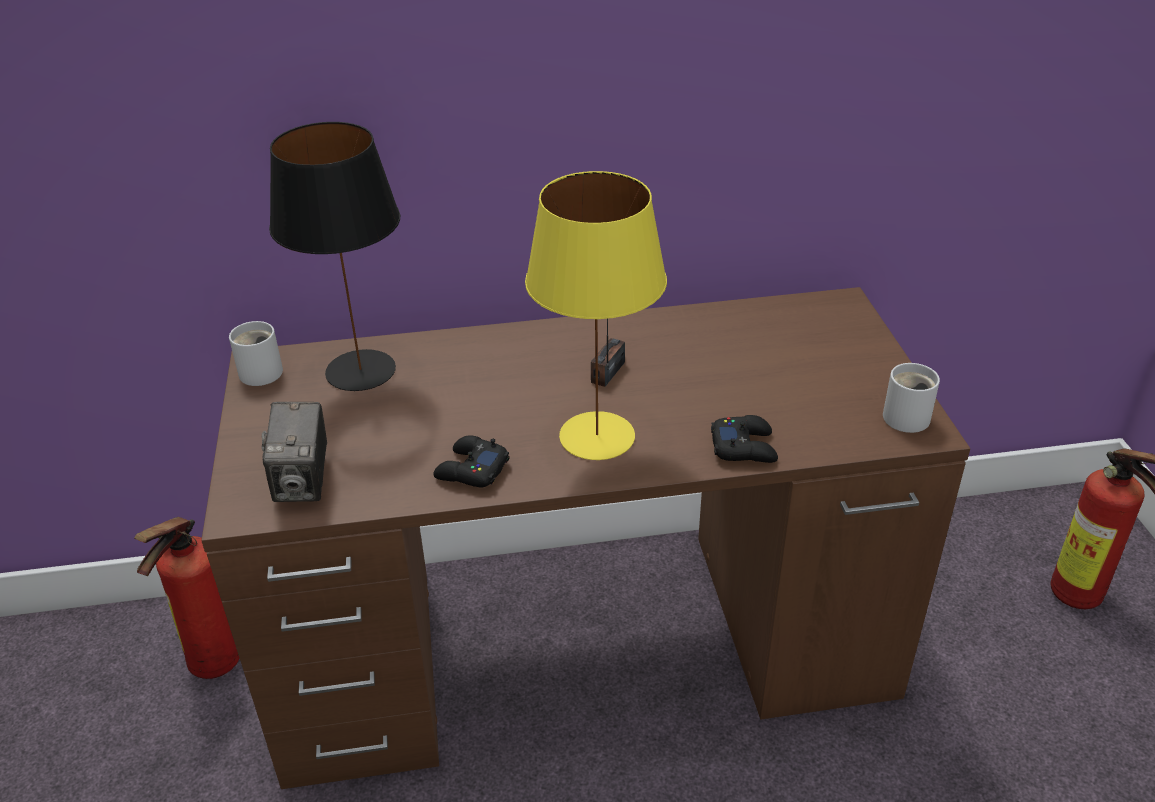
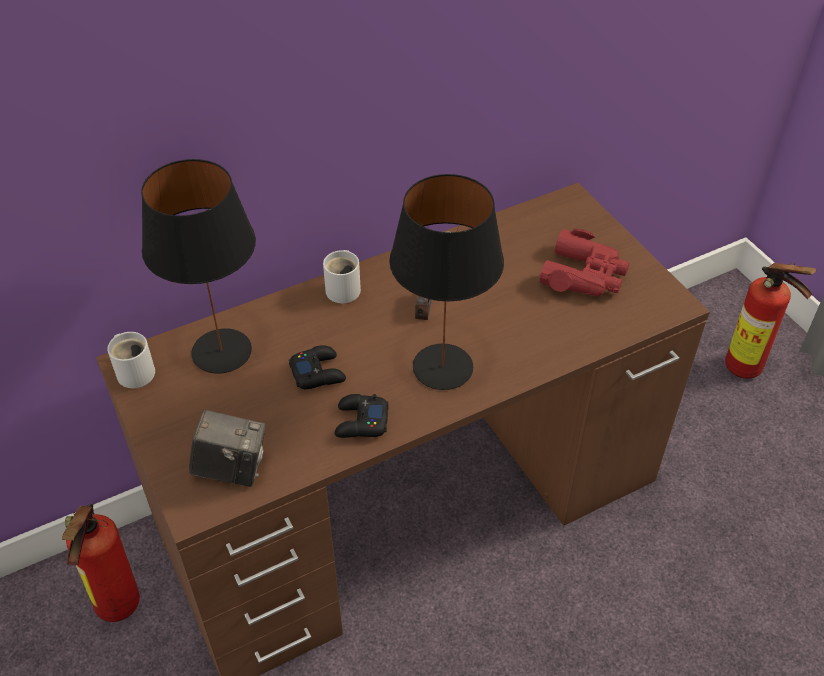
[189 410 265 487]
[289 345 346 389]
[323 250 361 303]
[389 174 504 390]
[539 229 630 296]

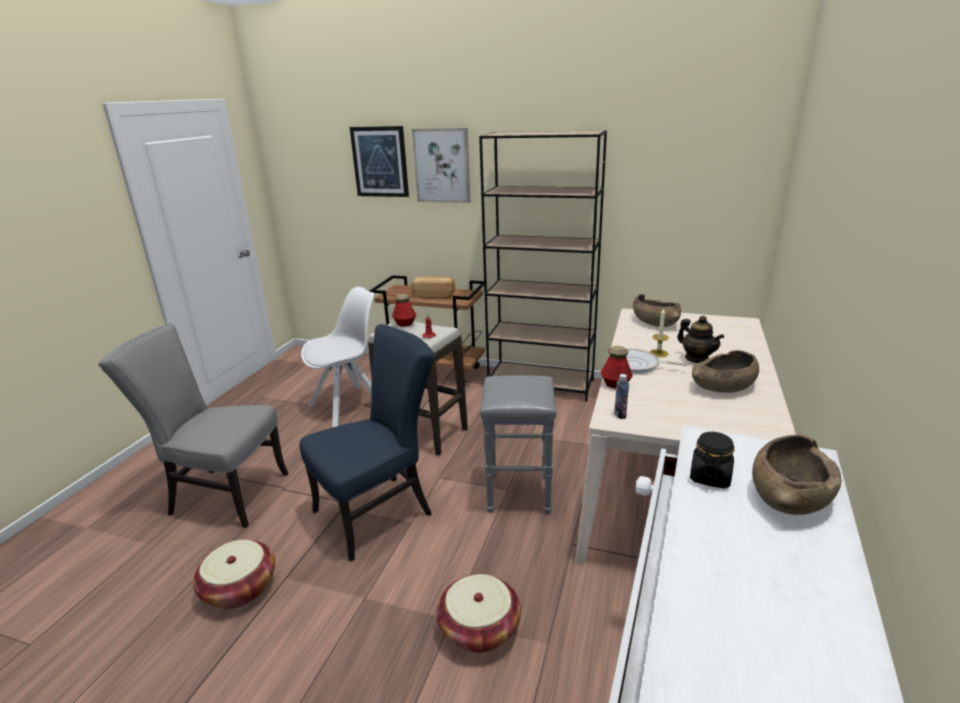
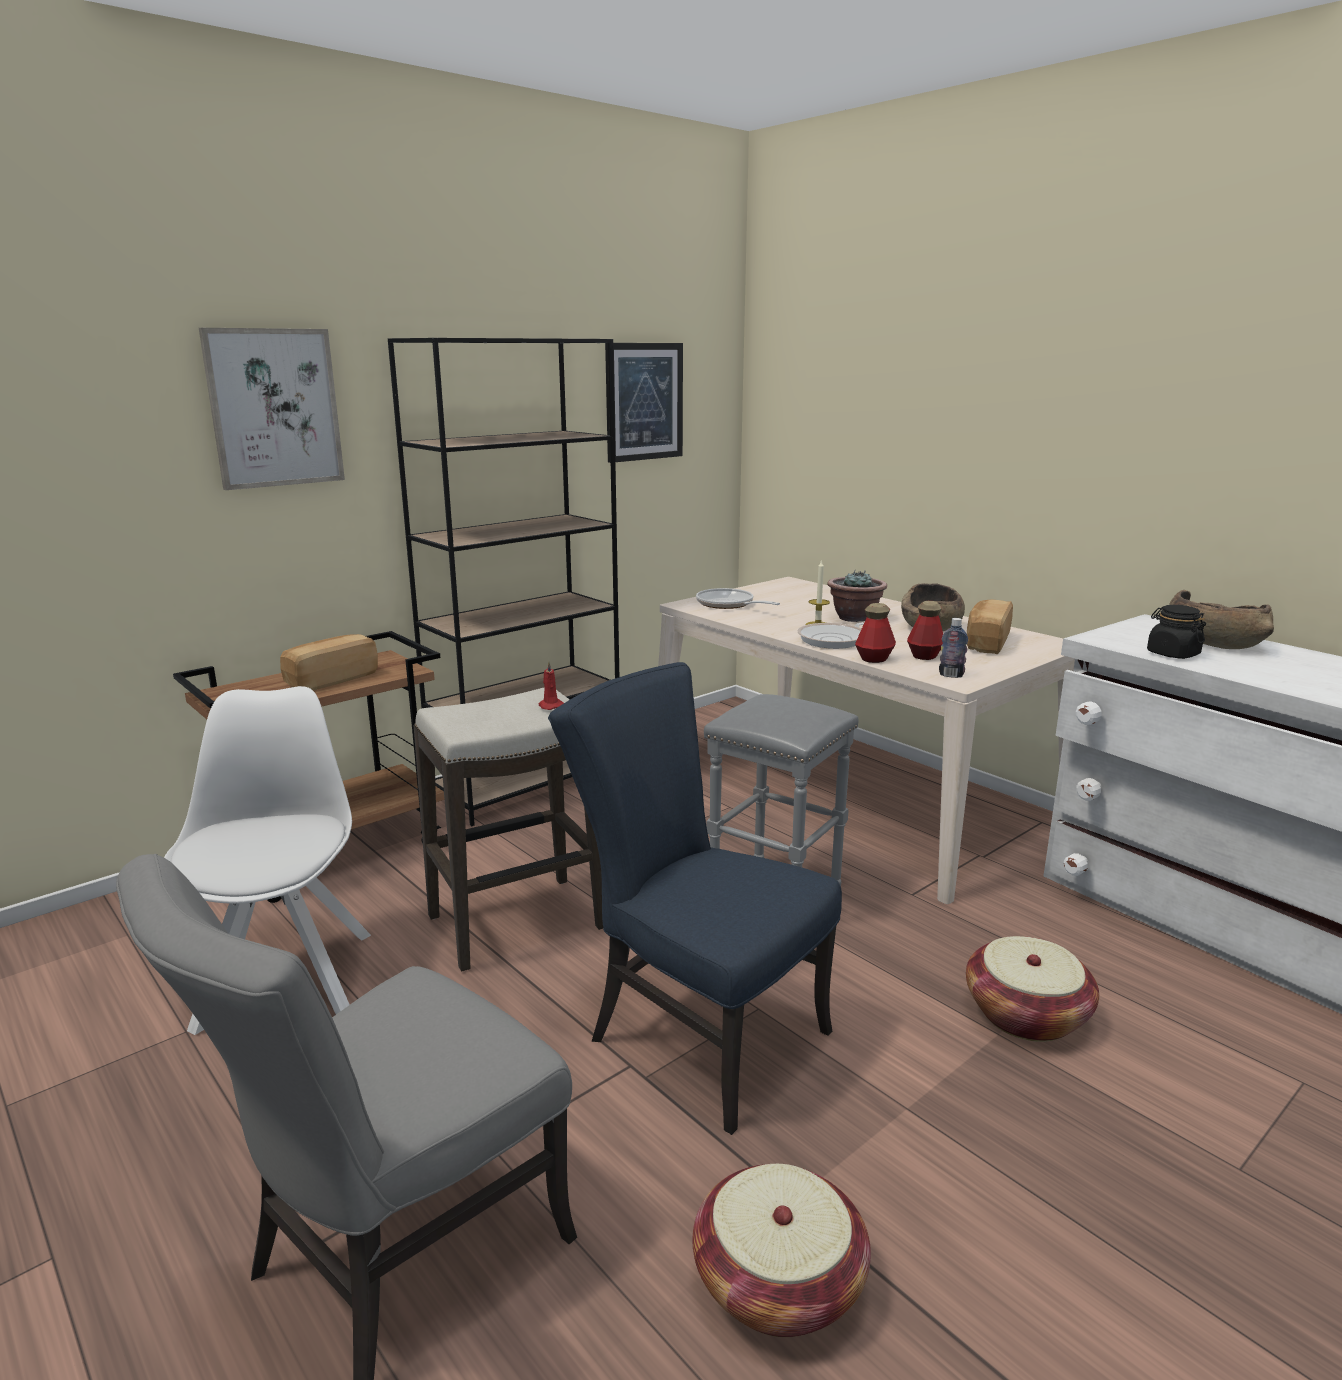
[548 662 842 1135]
[605 343 683 463]
[696 588 780 609]
[827 570 887 622]
[907 601 943 660]
[967 600 1013 654]

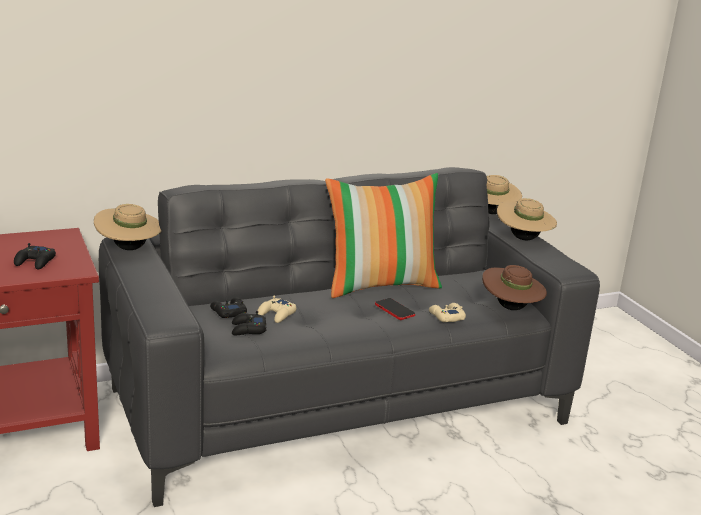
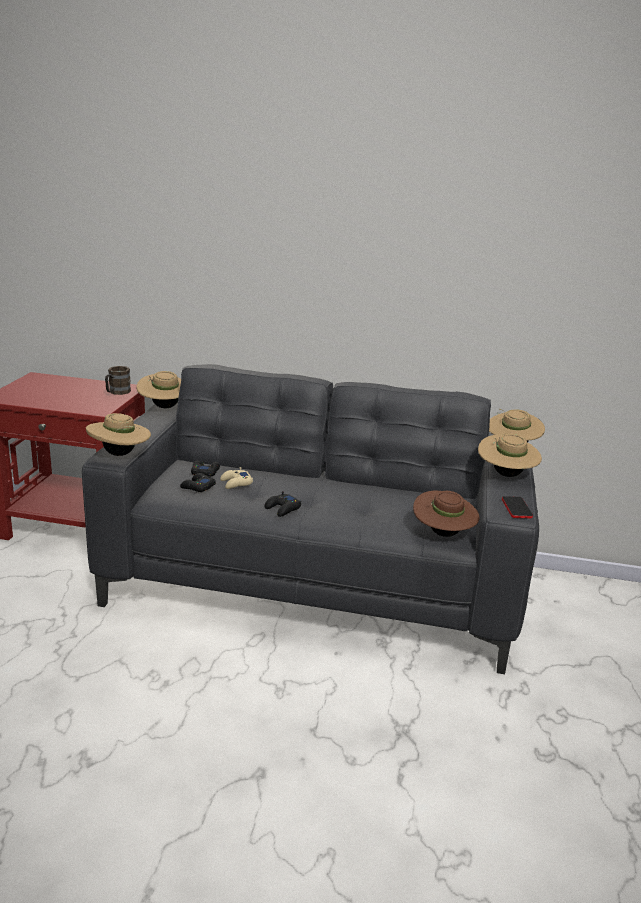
[86 413 151 456]
[105 366 131 395]
[264 491 301 517]
[502 496 533 518]
[325 173 442 298] (first image)
[429 303 466 322] (first image)

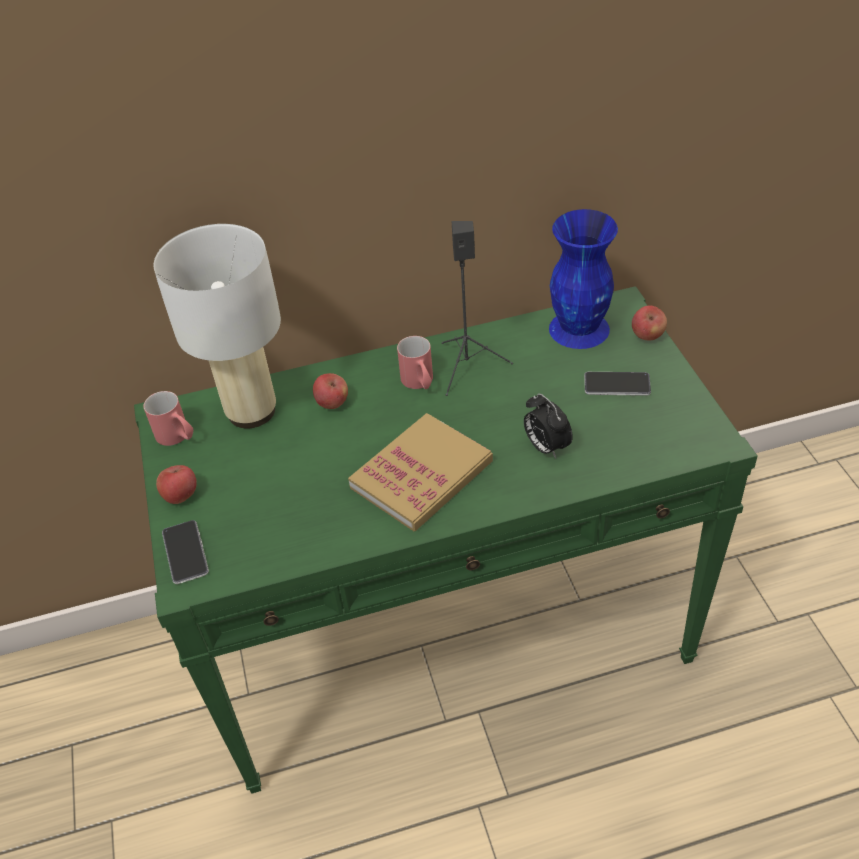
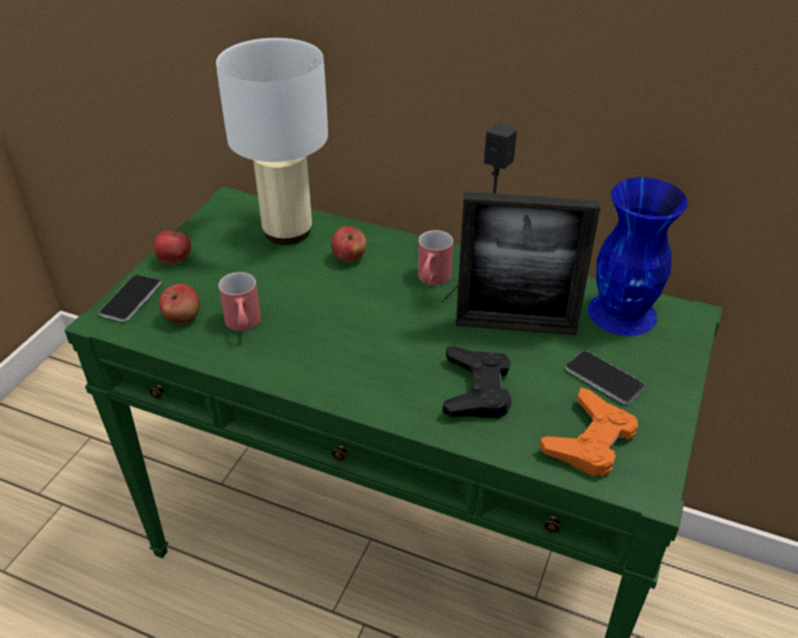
[159 284 200 323]
[218 272 261 332]
[442 347 512 418]
[456 192 600 335]
[539 387 638 476]
[348 413 493 531] (first image)

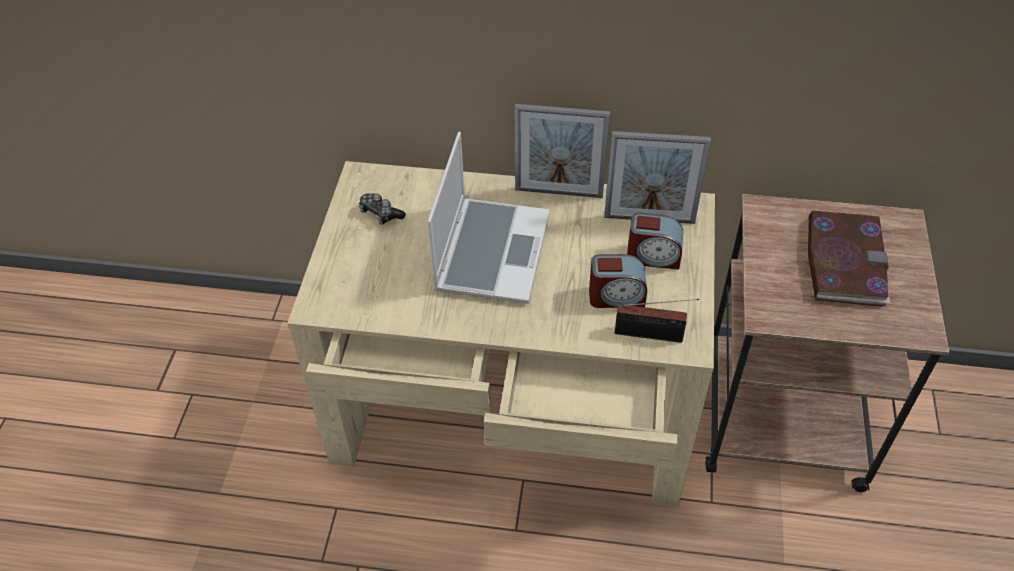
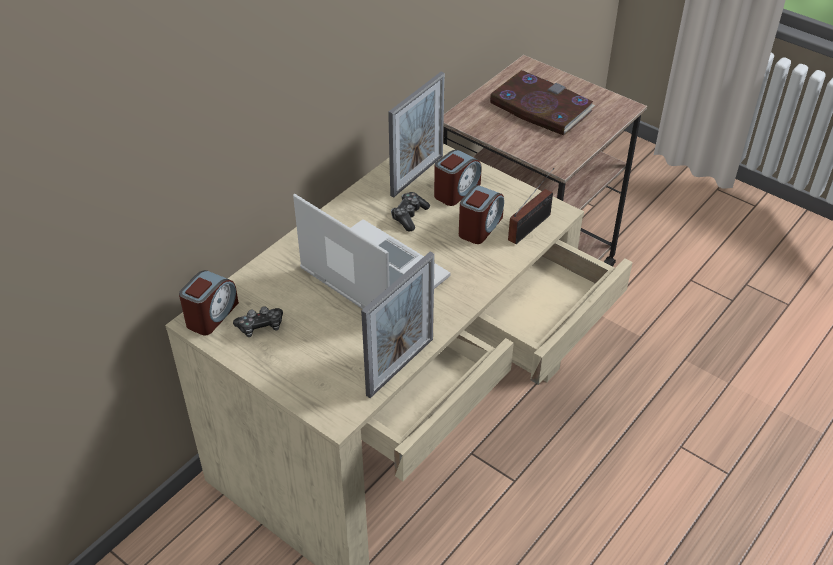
[179 270 239 335]
[361 252 435 398]
[391 192 430 232]

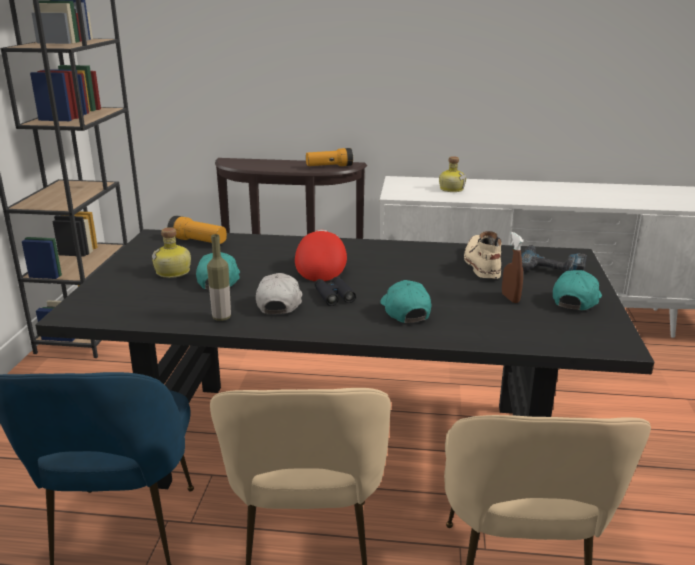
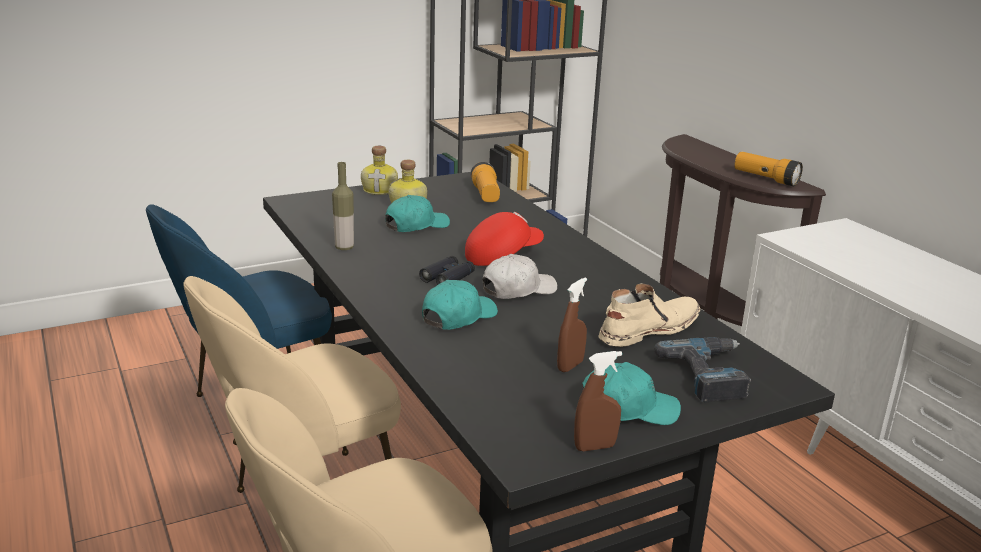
[361 146 398 195]
[483 254 557 299]
[574 351 622 451]

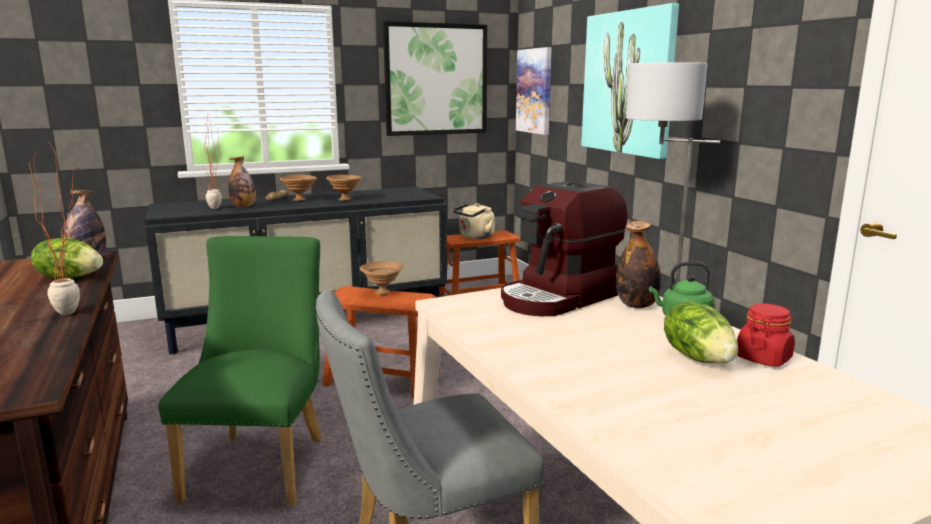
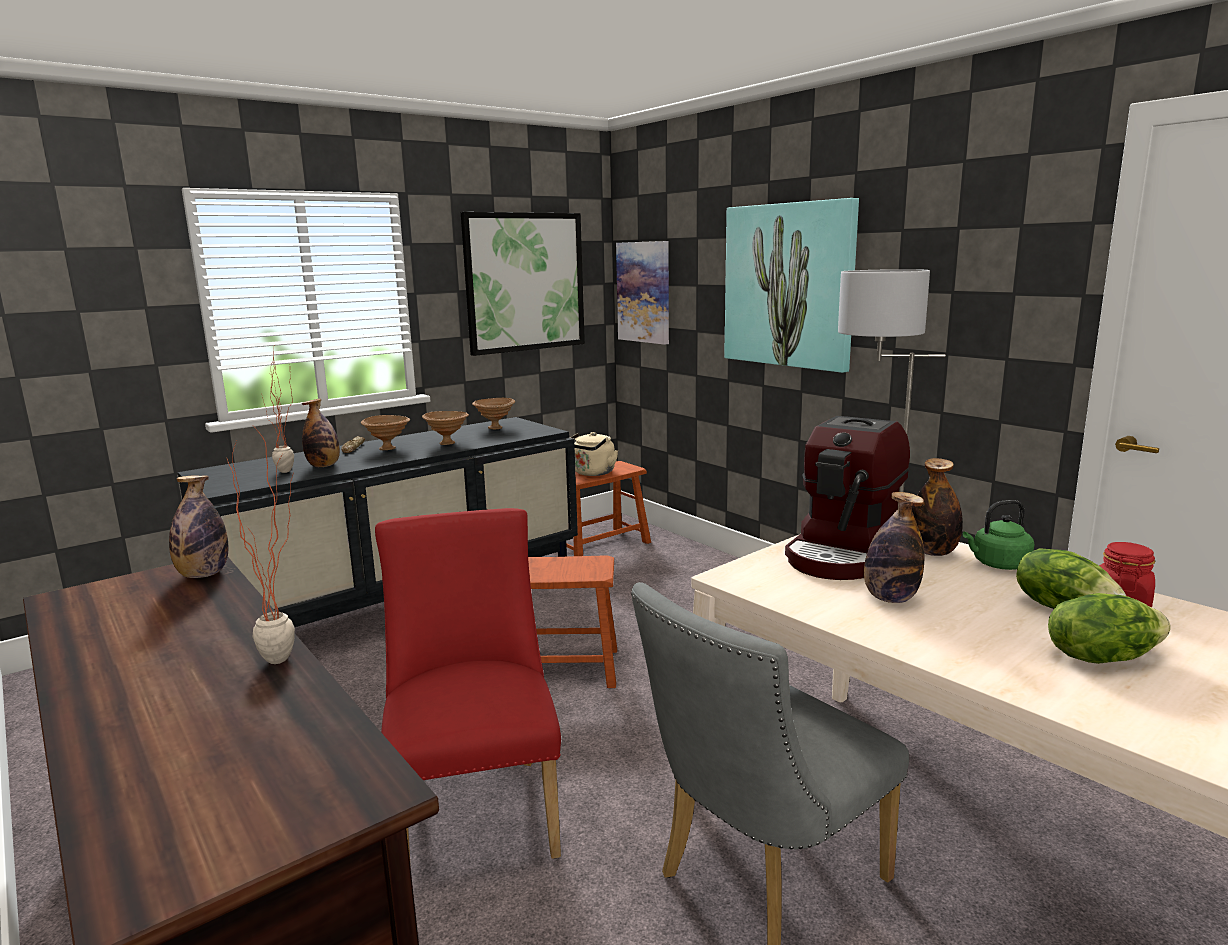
[375 508 561 867]
[472 398 515 429]
[864 492 925 603]
[1048 593 1171 664]

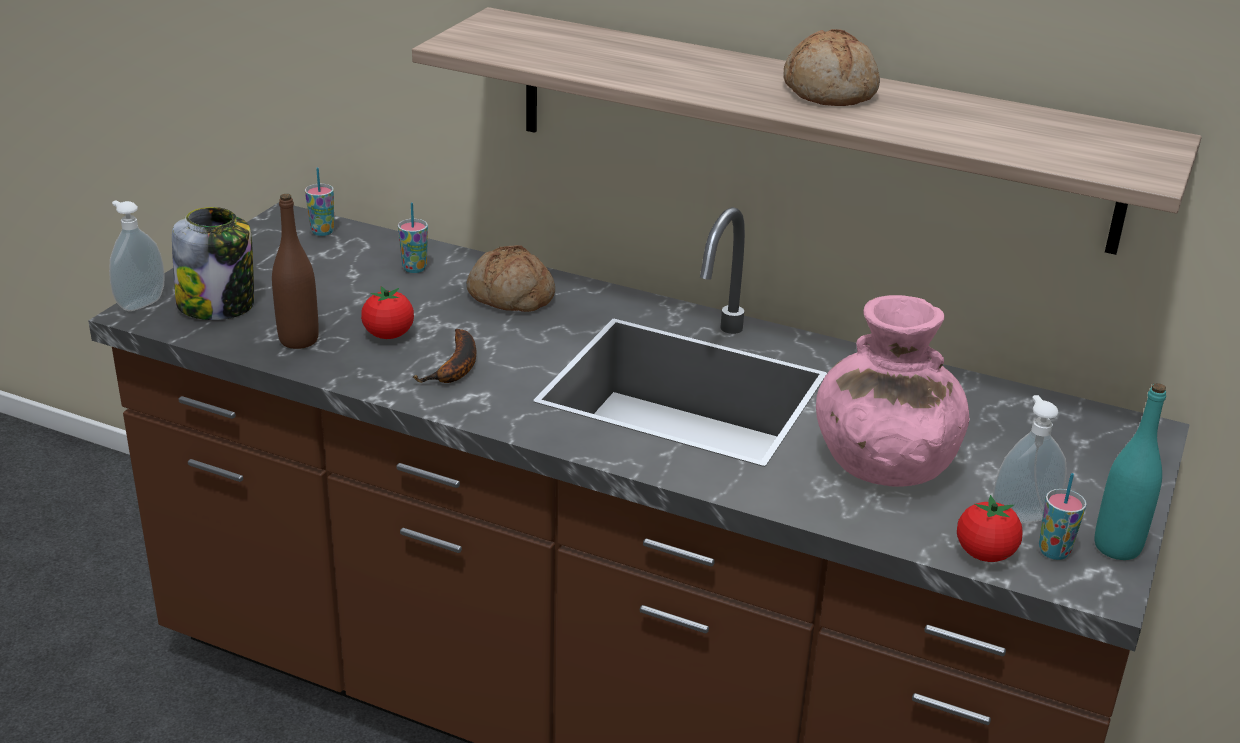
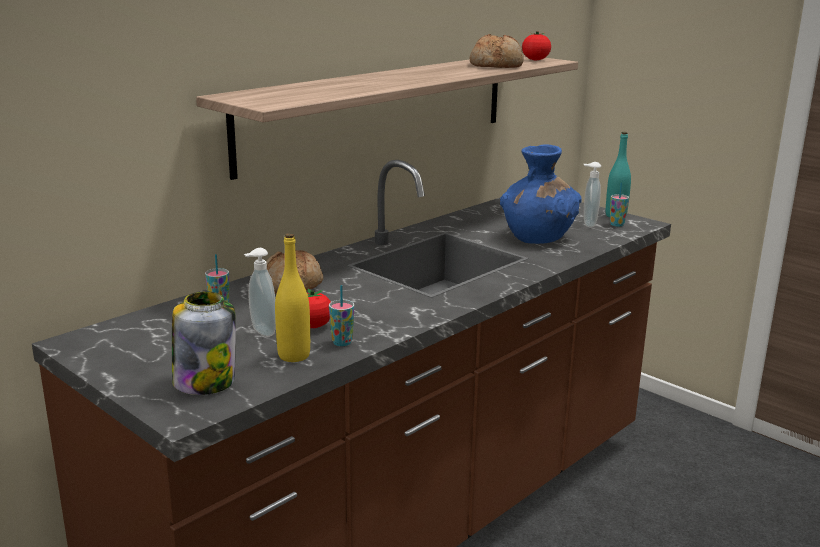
[244 248 276 337]
[275 233 310 362]
[329 285 355 346]
[470 34 524 68]
[500 144 582 244]
[522 31 551 60]
[413 329 476 383] (first image)

